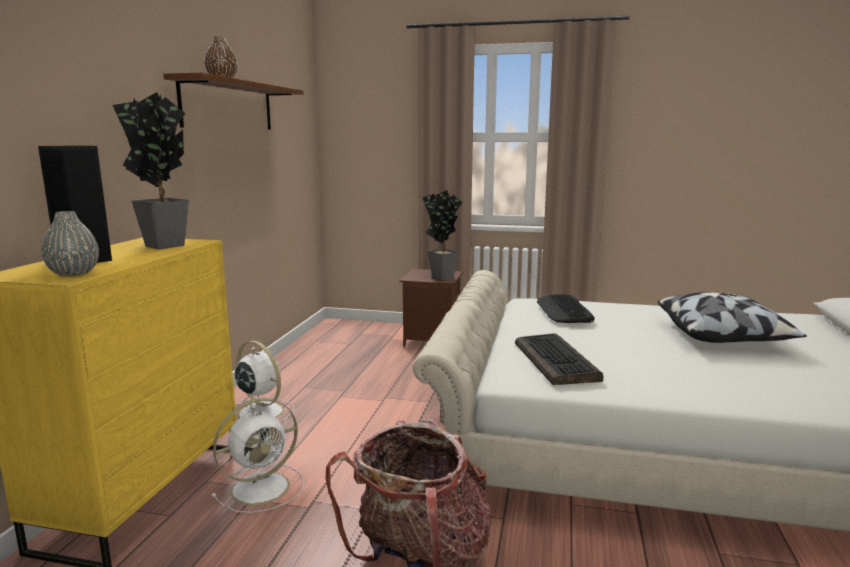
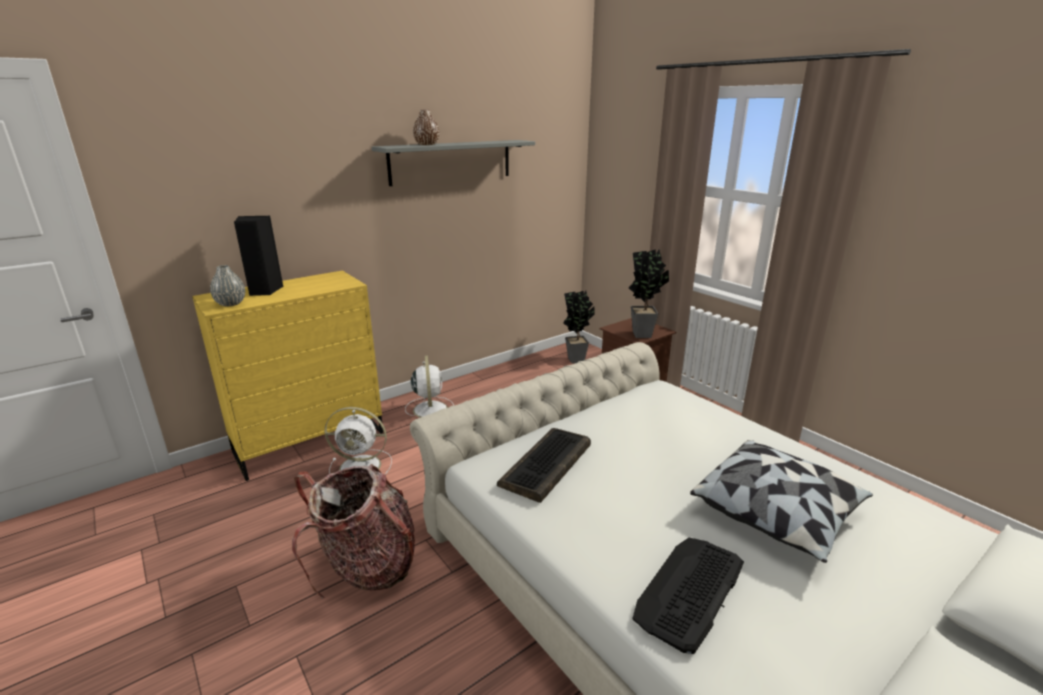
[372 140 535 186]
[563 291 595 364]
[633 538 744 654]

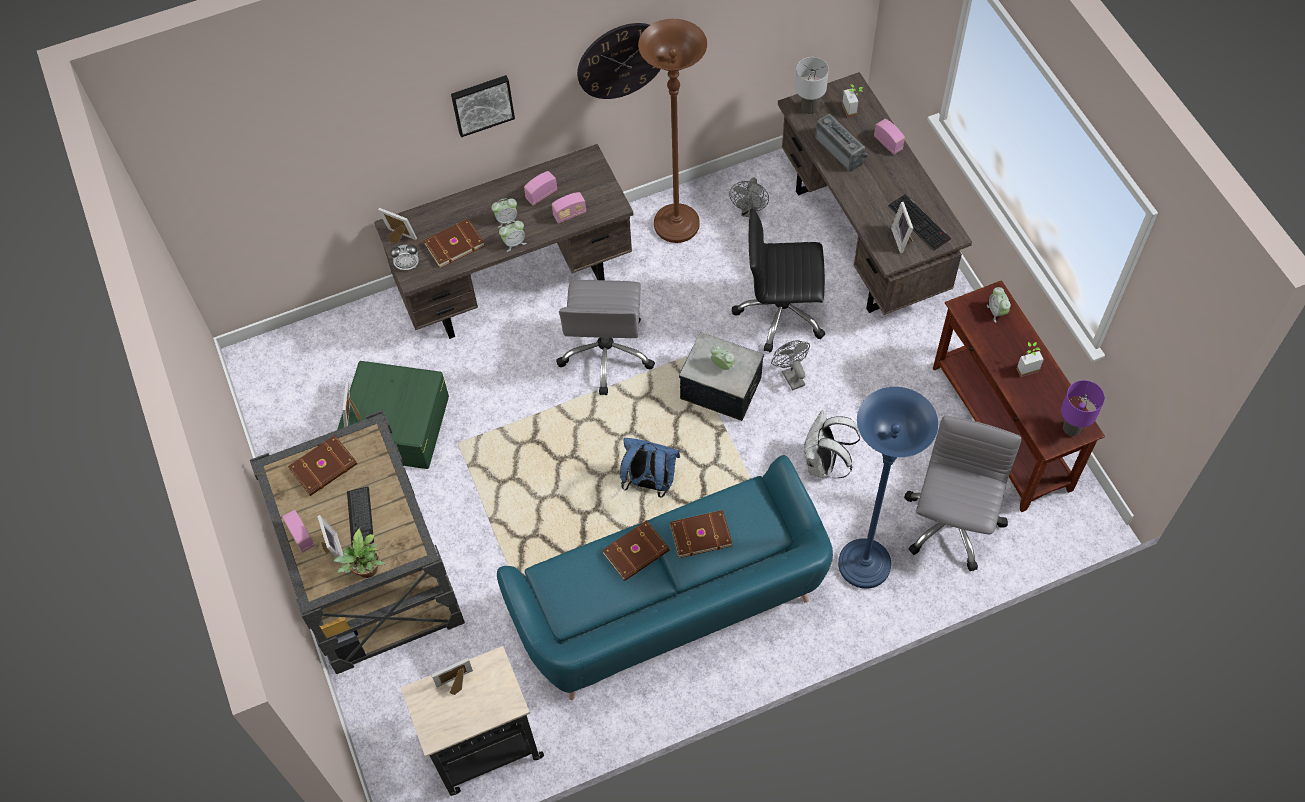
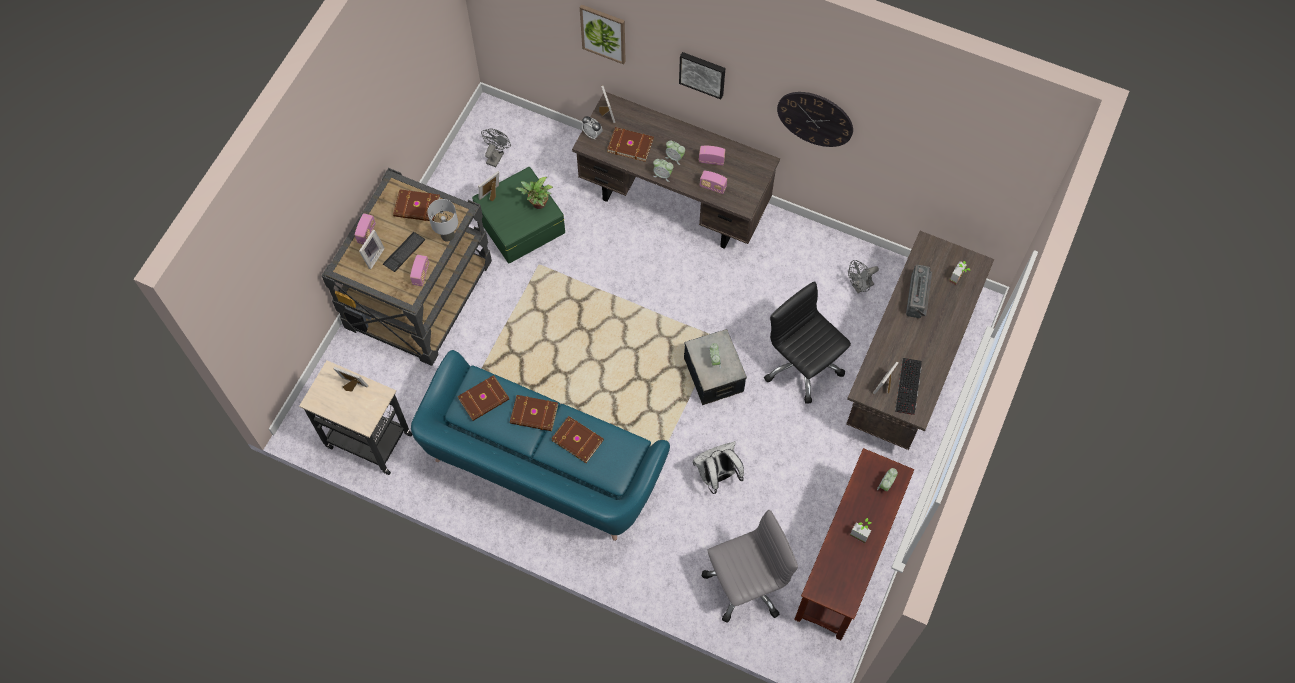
[410 254 429 286]
[427 199 458 242]
[457 375 509 421]
[481 128 511 167]
[515 177 553 209]
[580 4 626 65]
[556 280 655 395] (first image)
[620 438 680 498] (first image)
[638 19 707 243] (first image)
[838 387 938 589] (first image)
[1061 380 1105 436] (first image)

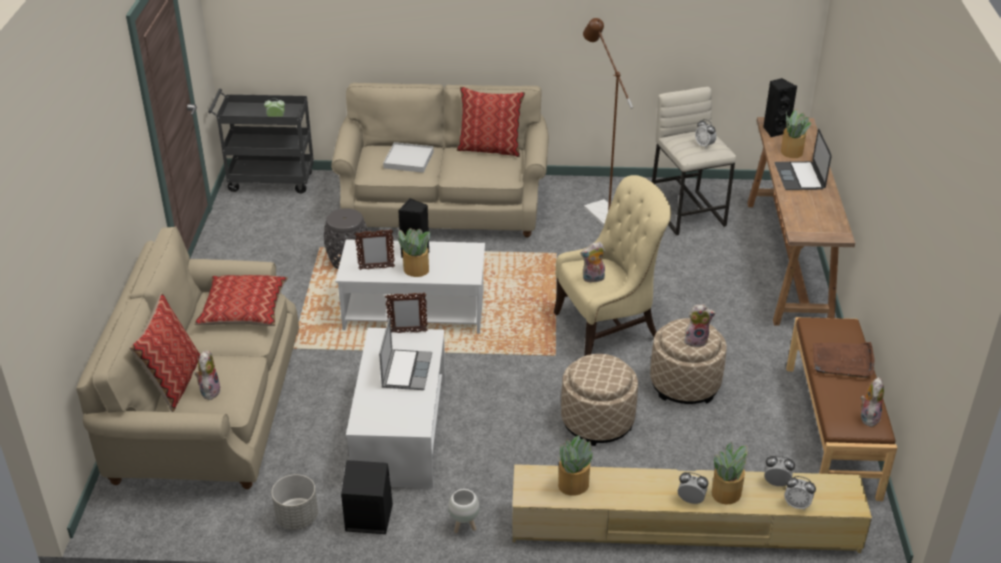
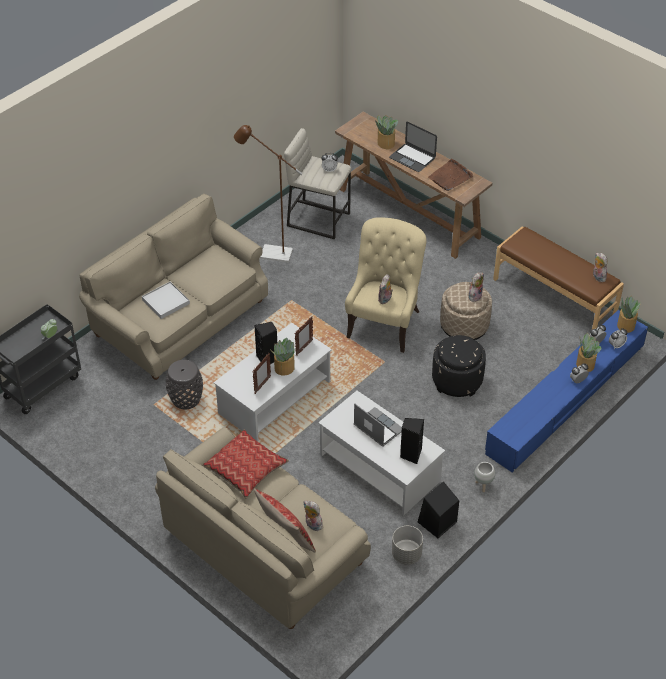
[295 316 313 356]
[400 418 424 464]
[428 159 473 191]
[432 335 486 397]
[485 310 648 473]
[617 296 641 333]
[456 86 525 157] (first image)

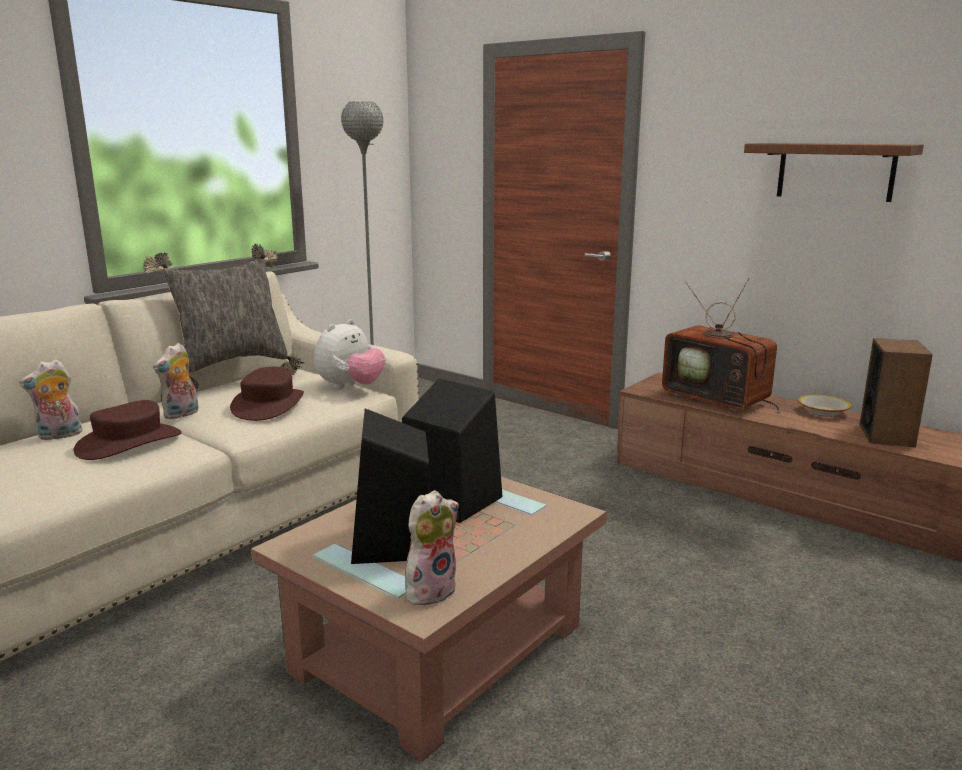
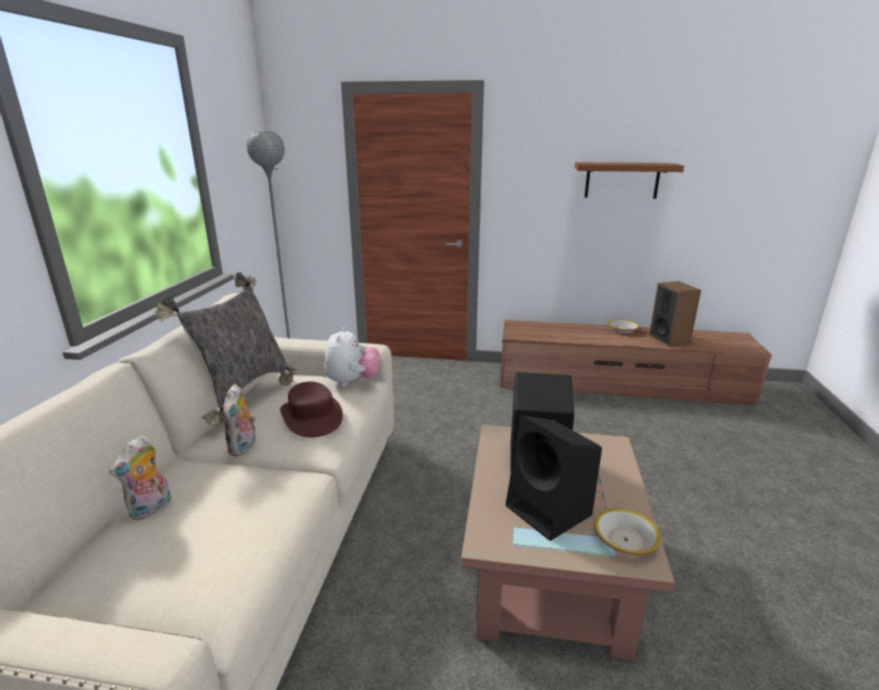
[594 508 661 555]
[73 400 182 460] (first image)
[662 278 781 414] (first image)

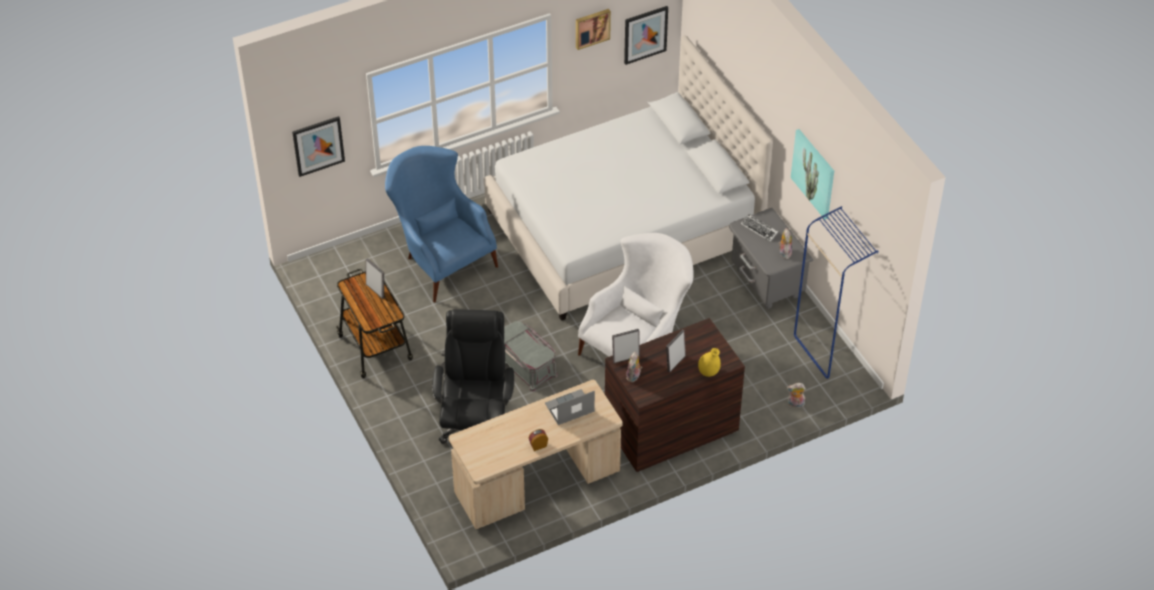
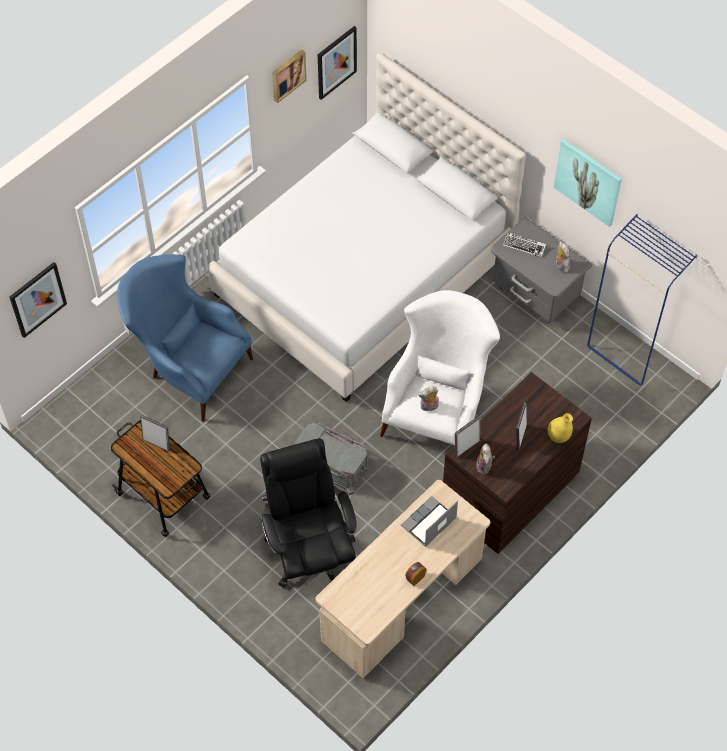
[418 386 439 412]

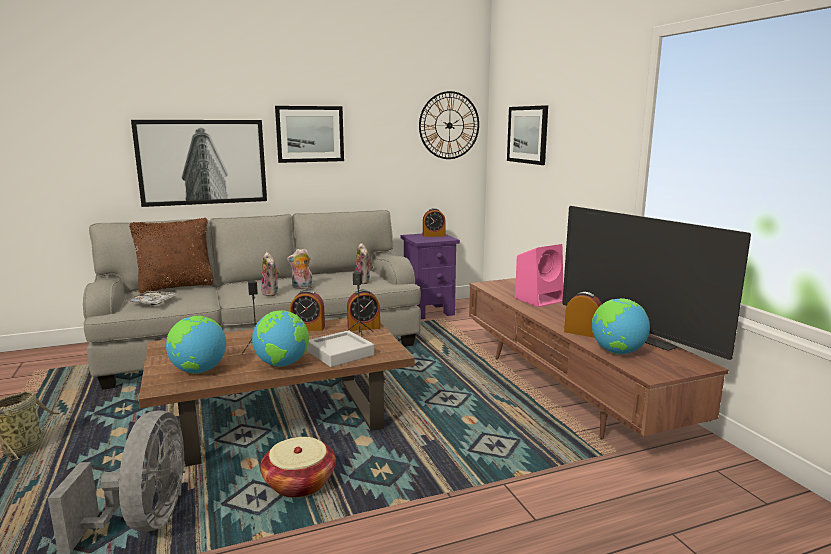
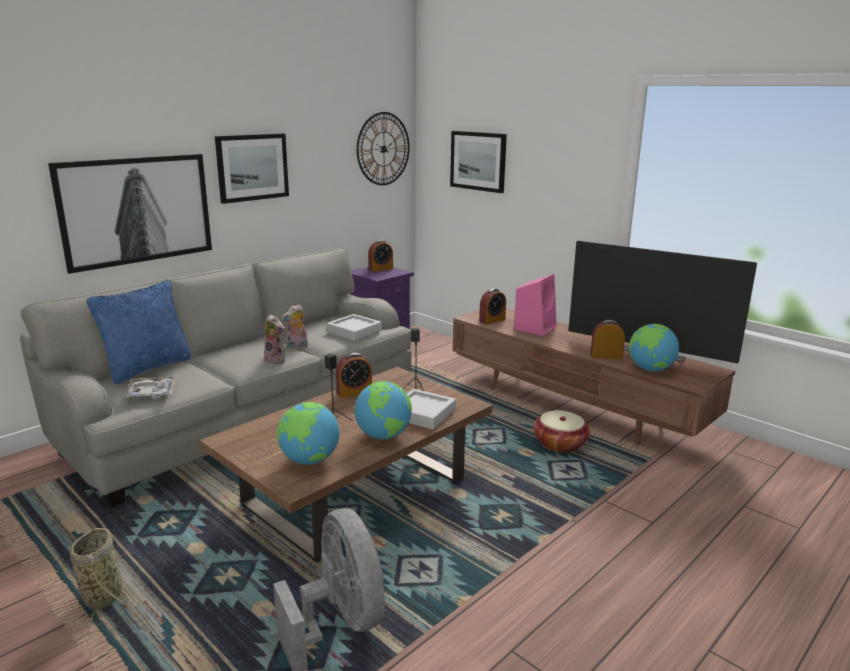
[86 281 191 384]
[326 314 382 341]
[479 289 506 325]
[533 410 590 453]

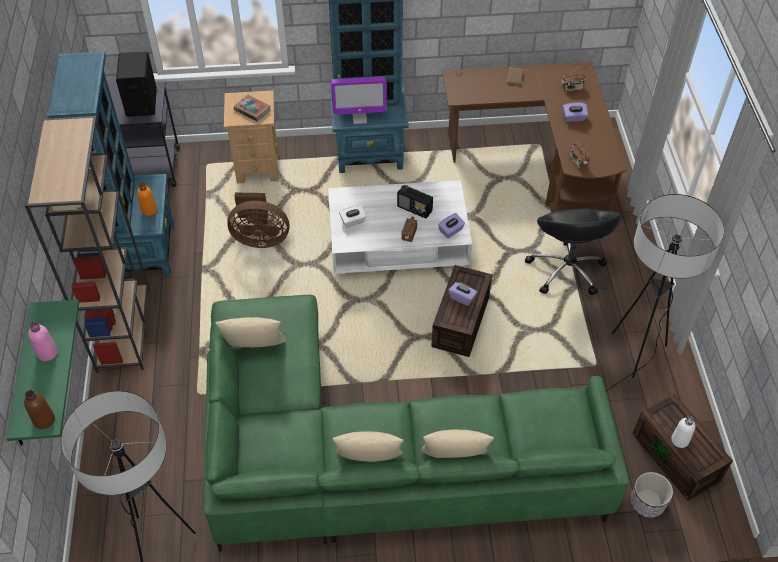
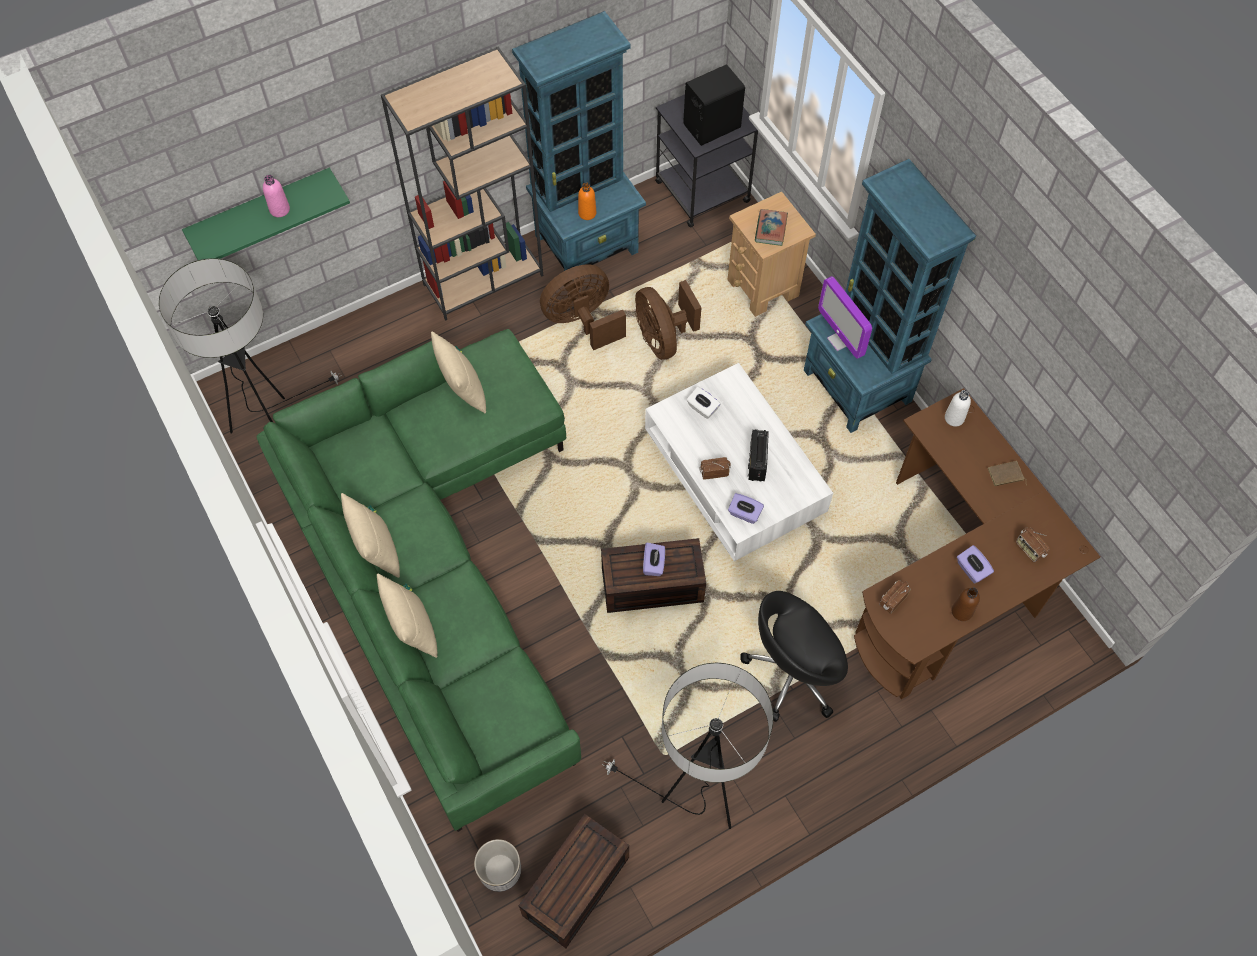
[540 264 626 350]
[945 390 971 427]
[951 587 980 621]

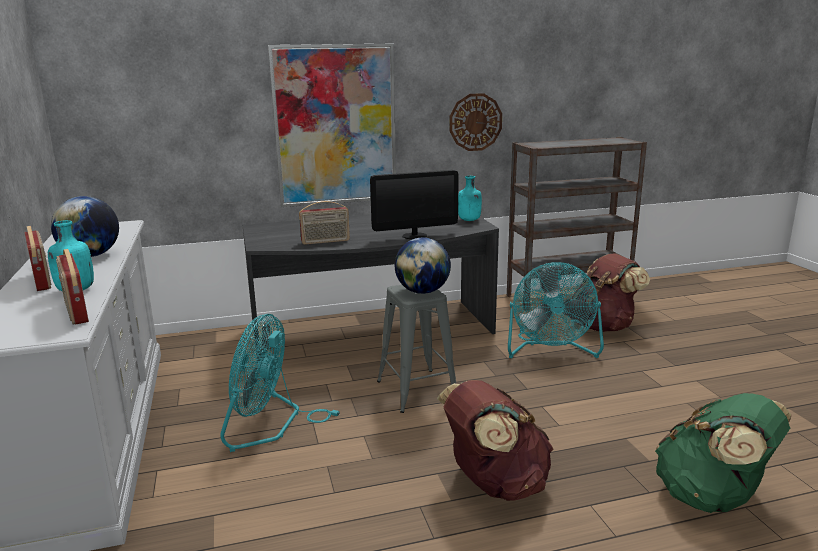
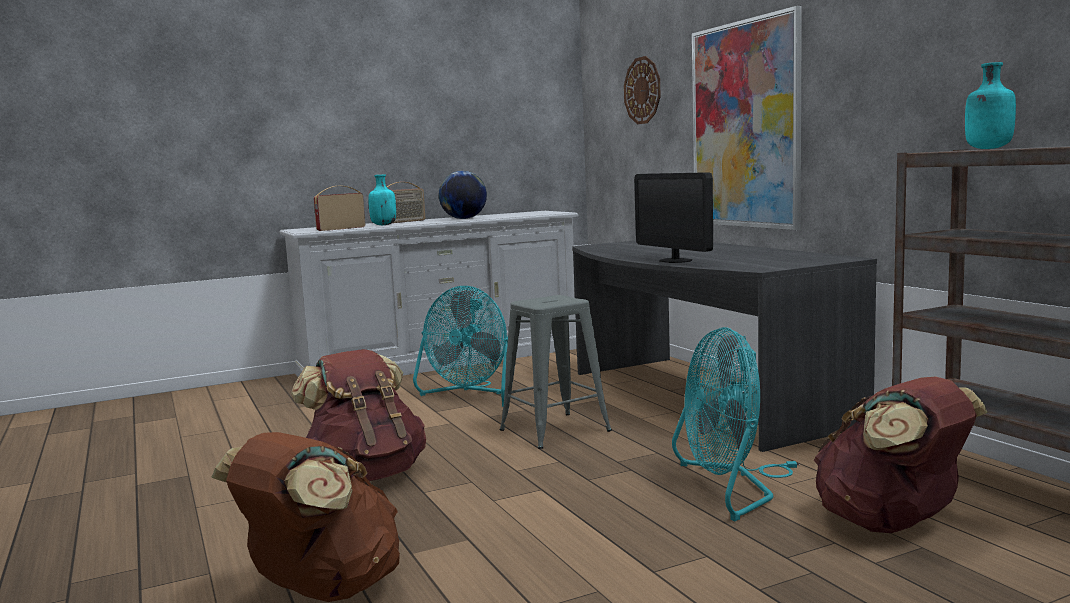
[211 432 400 602]
[413 286 508 407]
[624 56 661 124]
[965 62 1016 149]
[299 201 350 245] (first image)
[395 238 451 294] (first image)

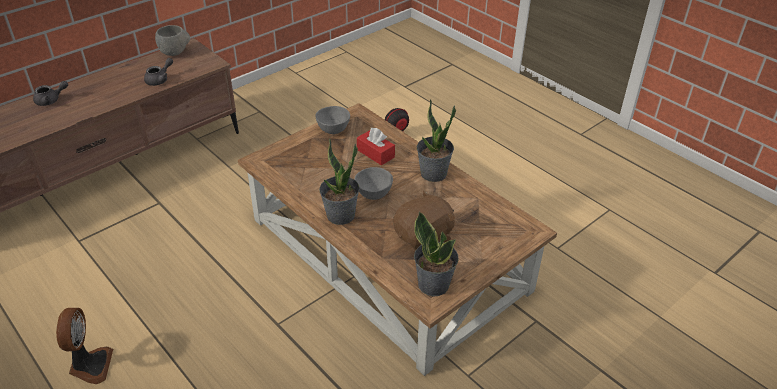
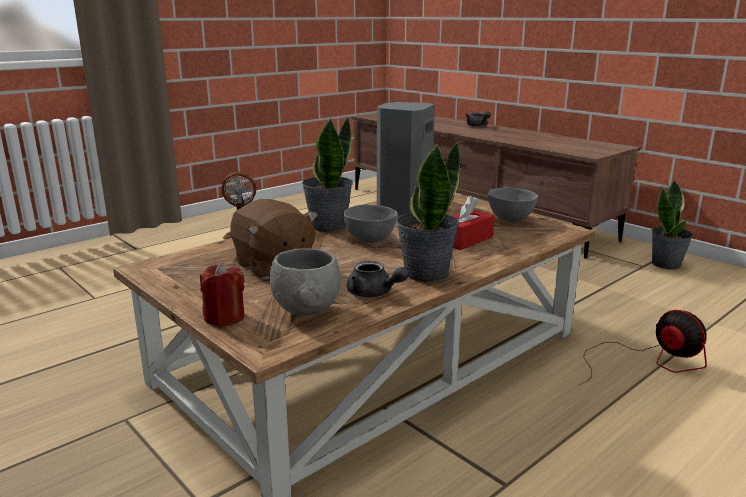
[200 262 245 327]
[269 249 341 316]
[347 261 409 297]
[377 102 435 215]
[651 180 693 269]

